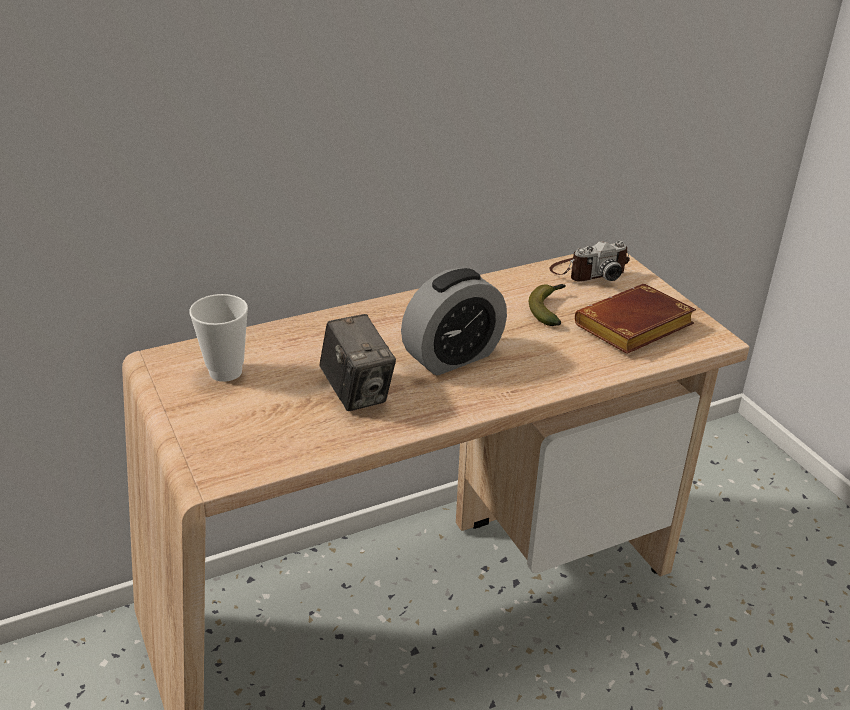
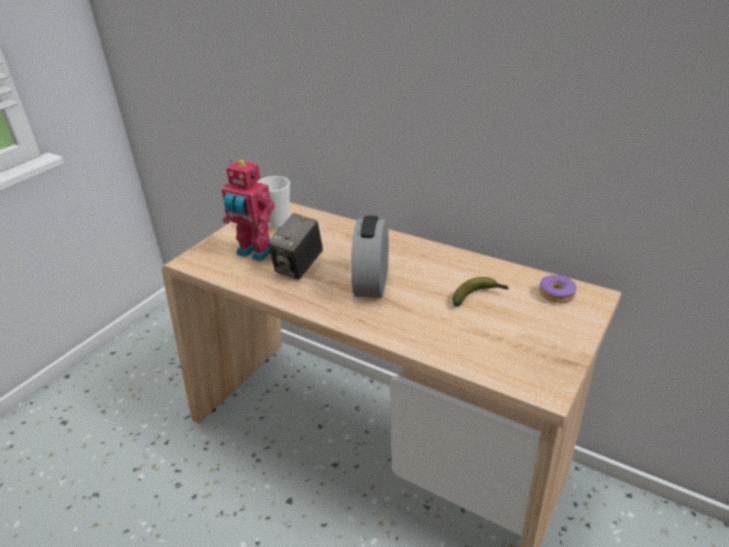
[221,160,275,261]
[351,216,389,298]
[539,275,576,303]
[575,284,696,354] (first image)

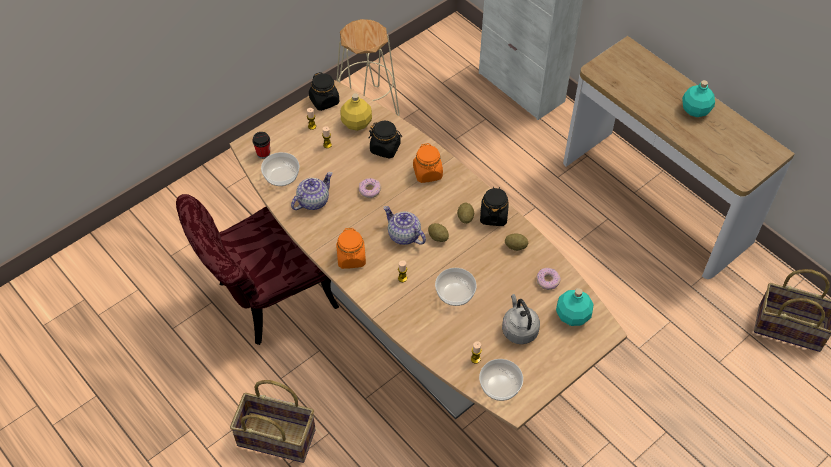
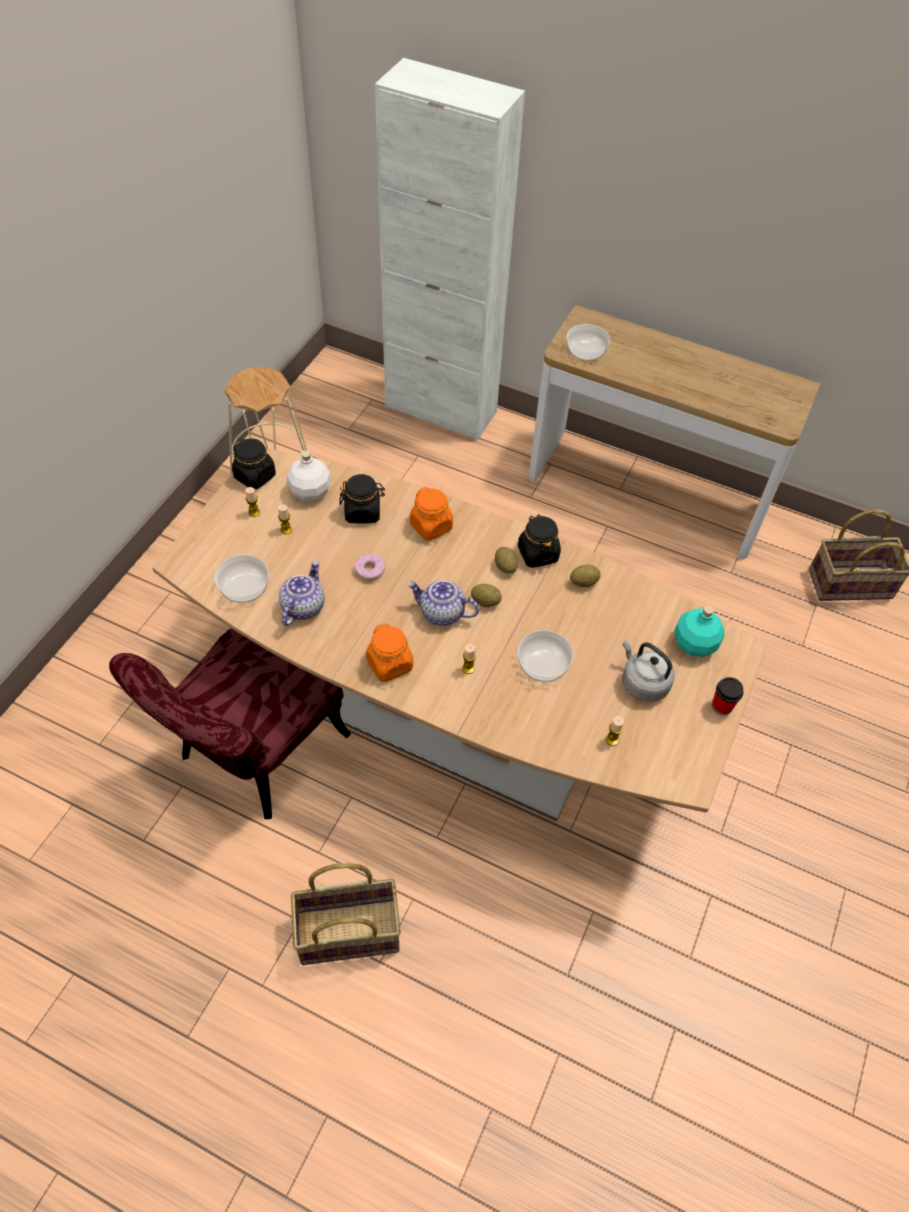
[287,451,331,501]
[566,324,610,361]
[712,677,744,716]
[537,268,561,290] (first image)
[682,80,715,117] (first image)

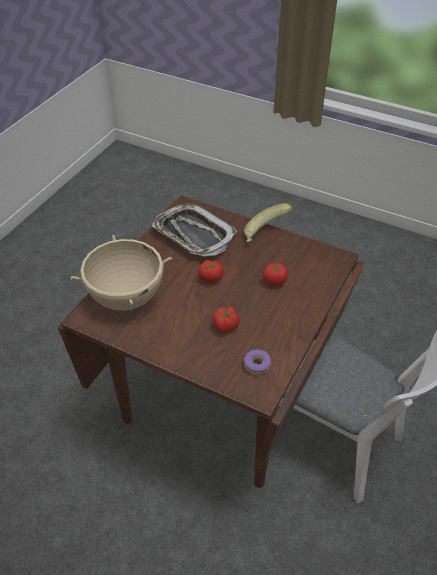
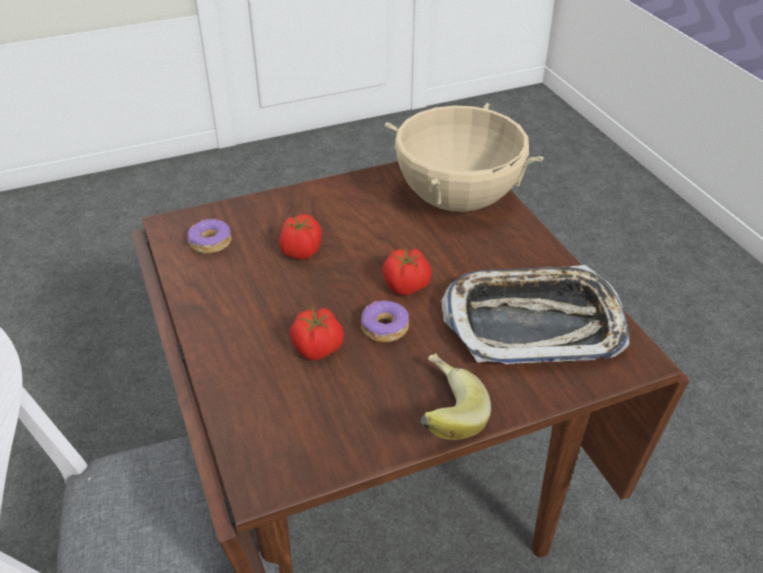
[361,301,409,343]

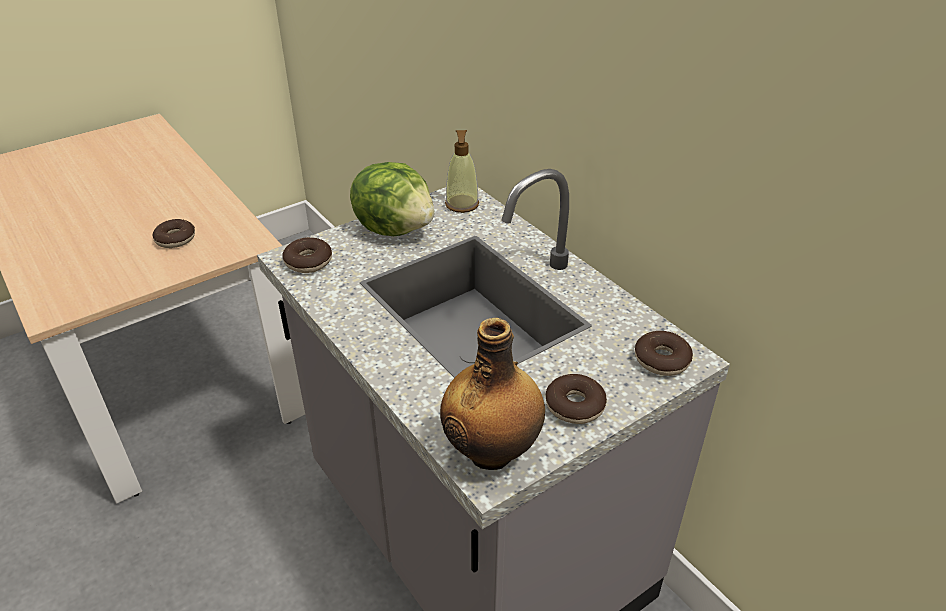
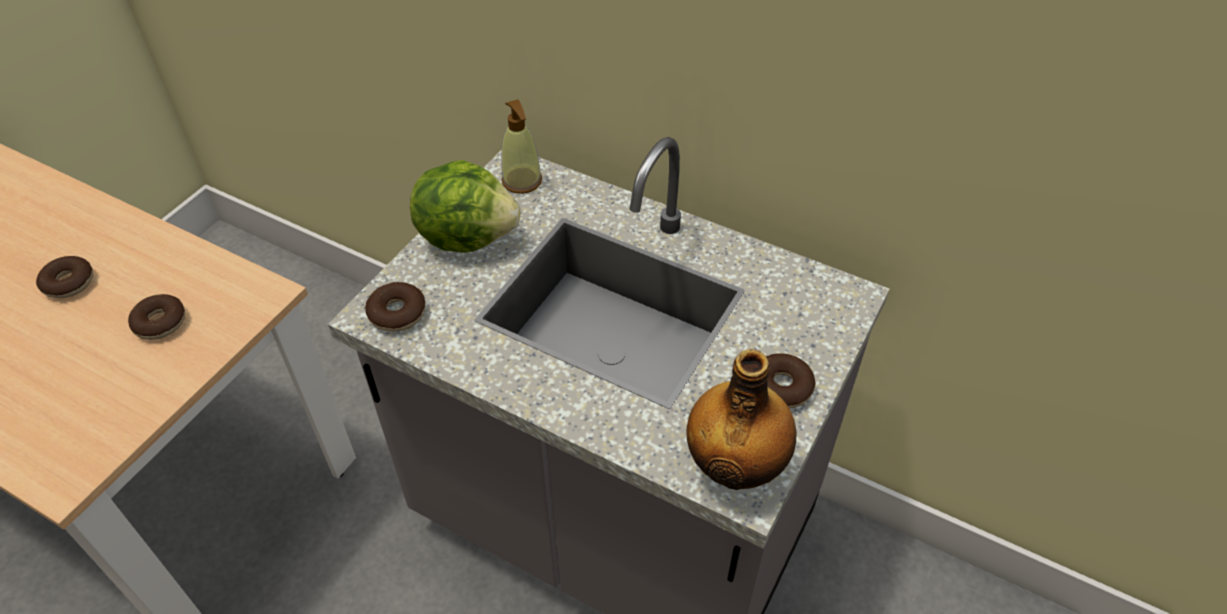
[36,256,93,298]

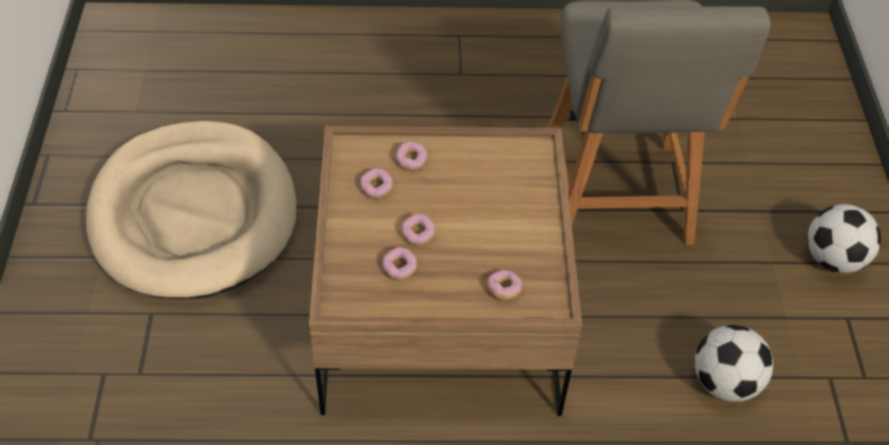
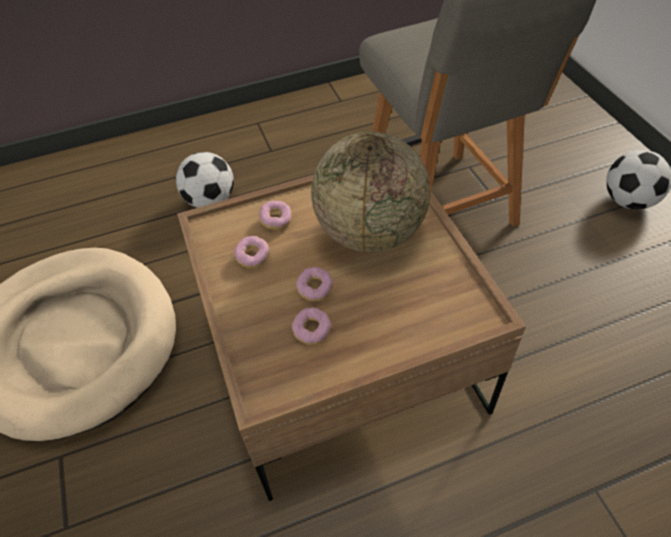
[176,152,234,208]
[311,131,431,252]
[487,270,522,300] (first image)

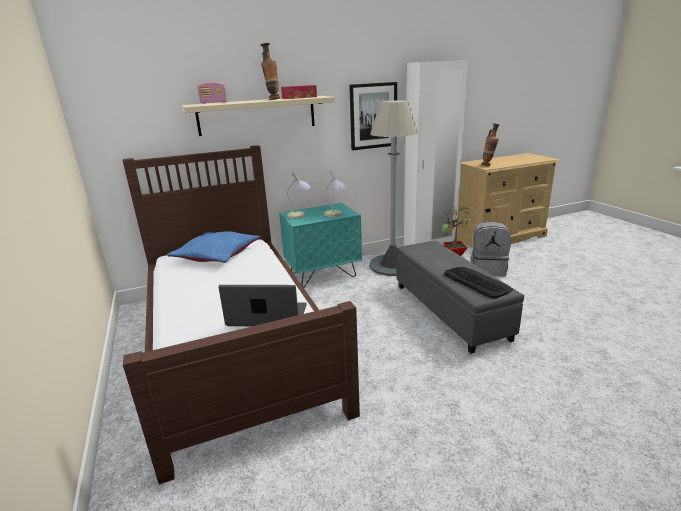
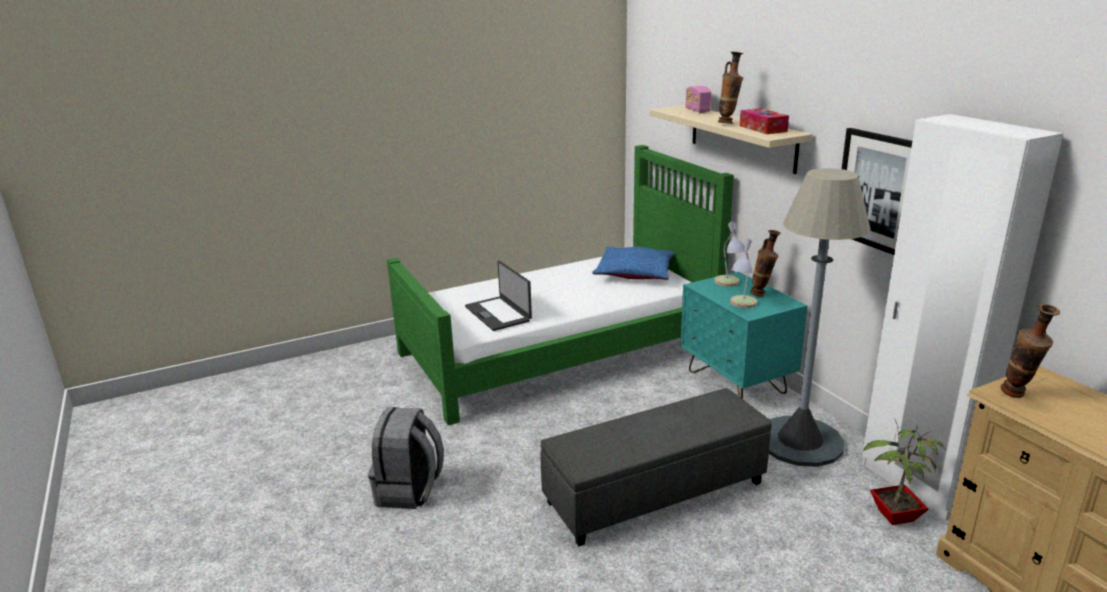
[368,407,444,509]
[387,145,734,425]
[465,261,532,331]
[750,230,781,297]
[444,267,513,299] (first image)

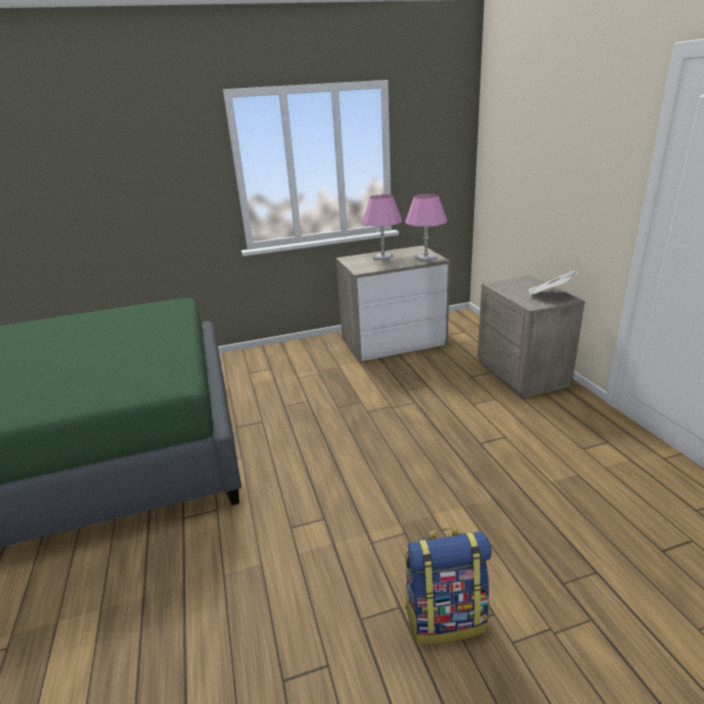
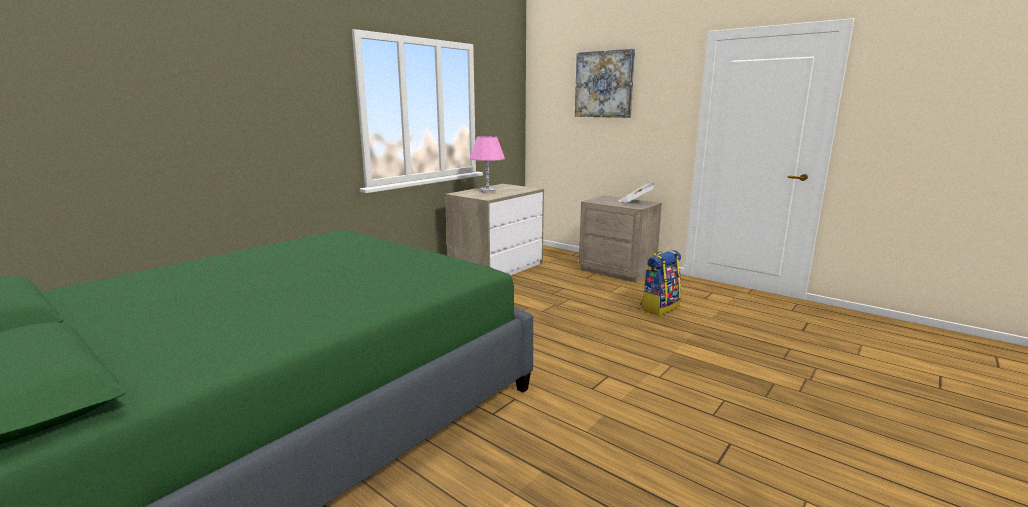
[575,48,635,118]
[640,250,681,316]
[405,194,447,262] (first image)

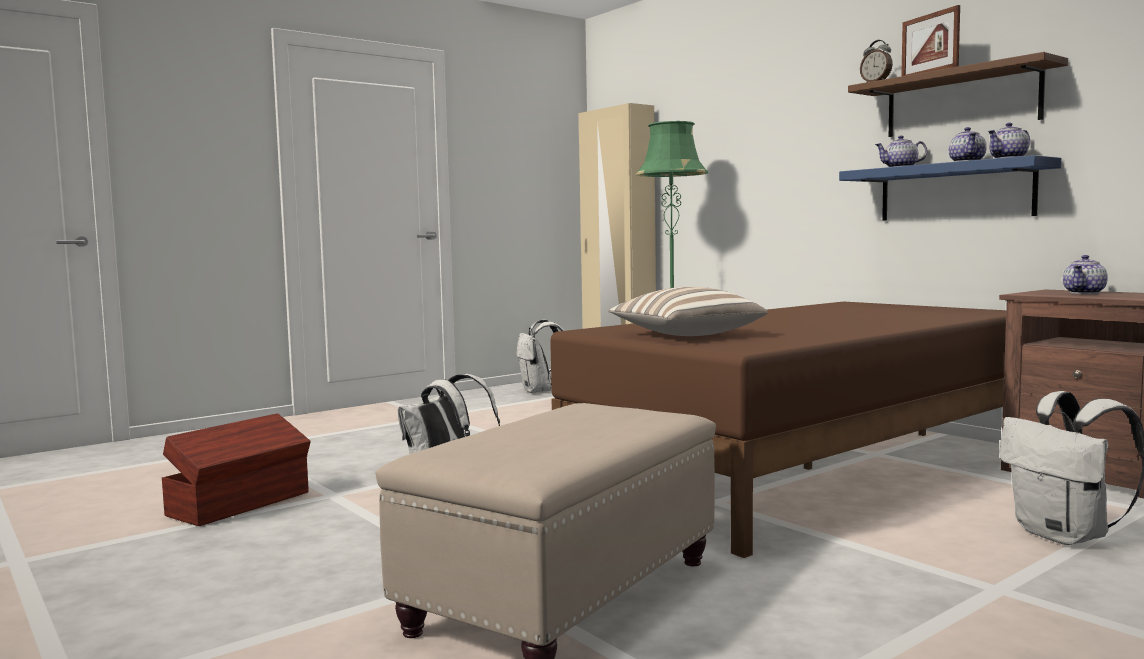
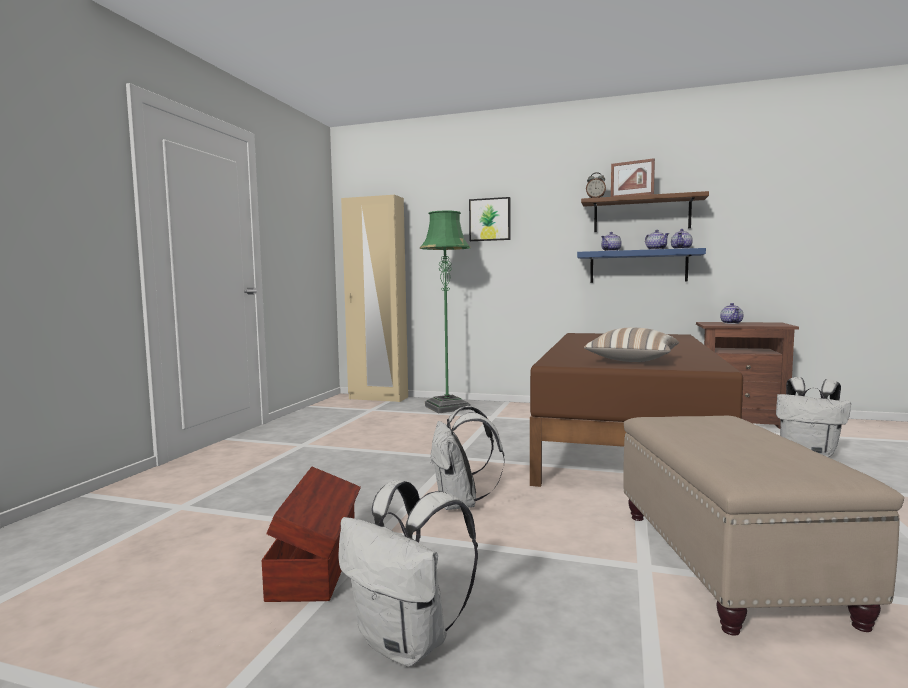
[338,480,478,667]
[469,197,511,241]

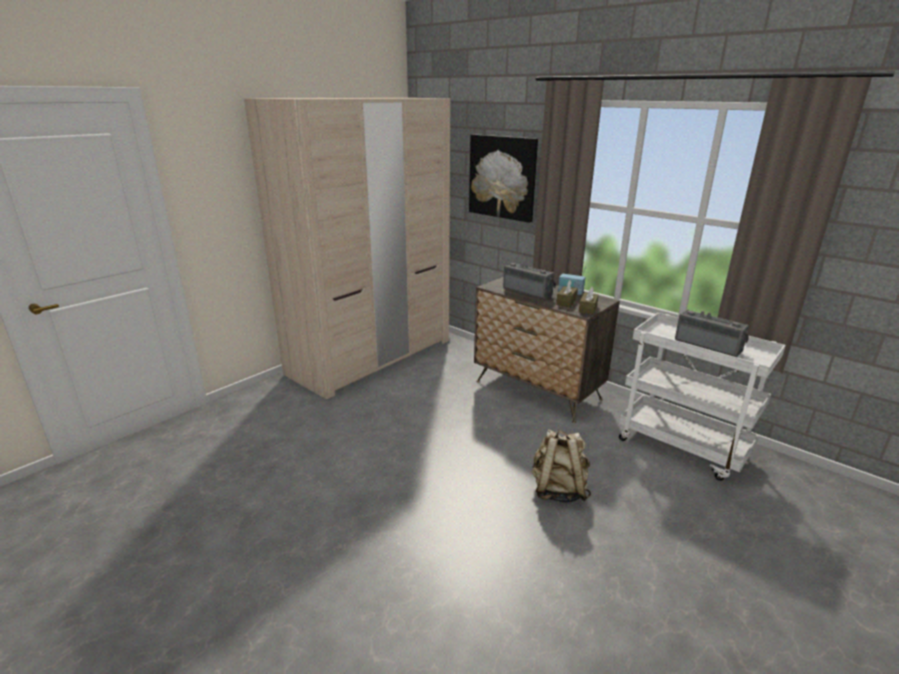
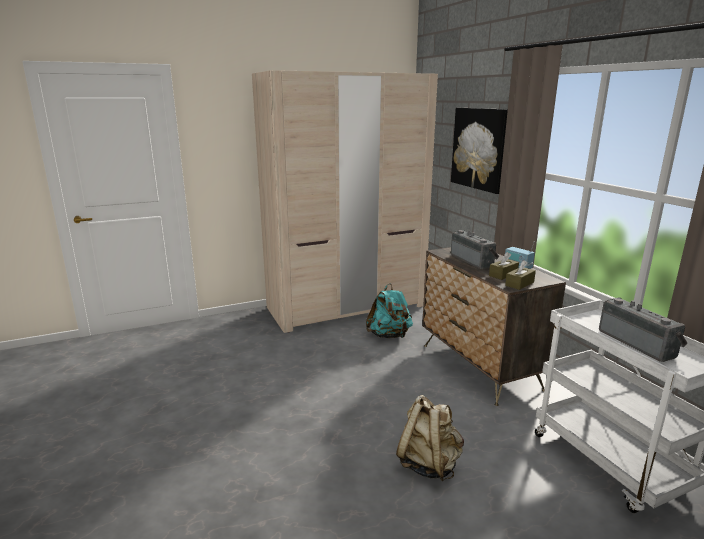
[366,284,413,338]

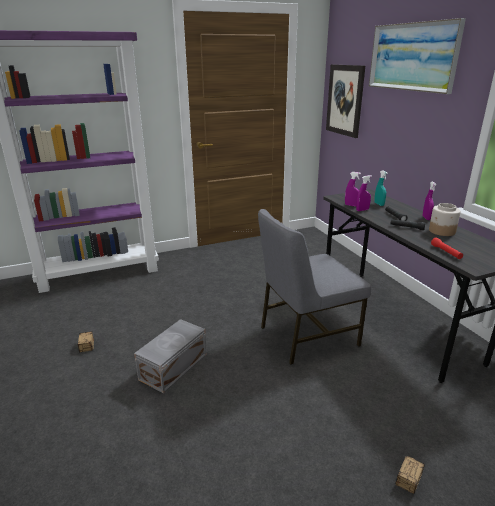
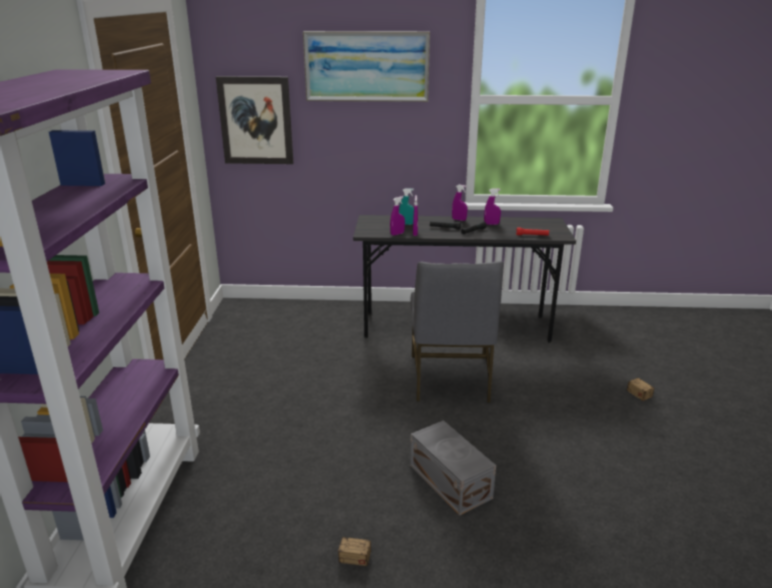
[484,189,501,225]

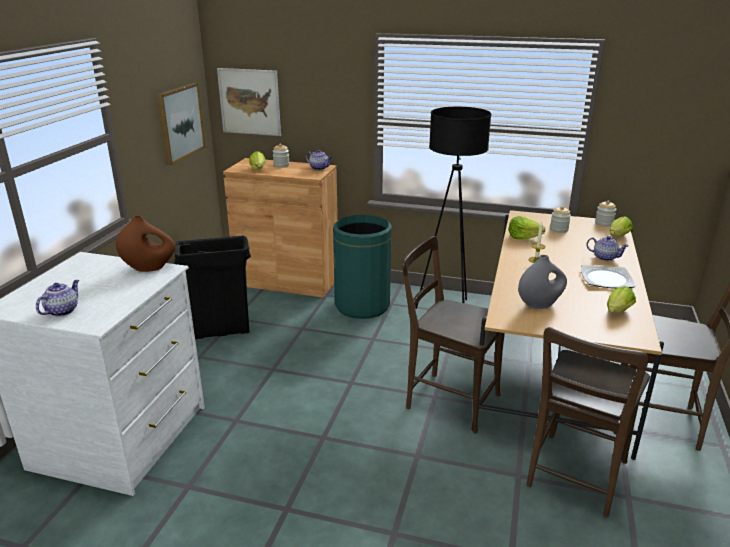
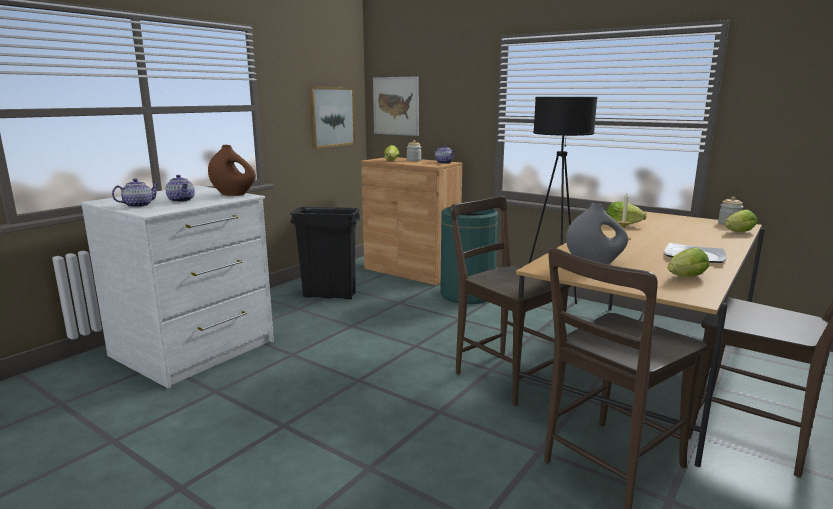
[165,175,195,202]
[550,206,571,233] (first image)

